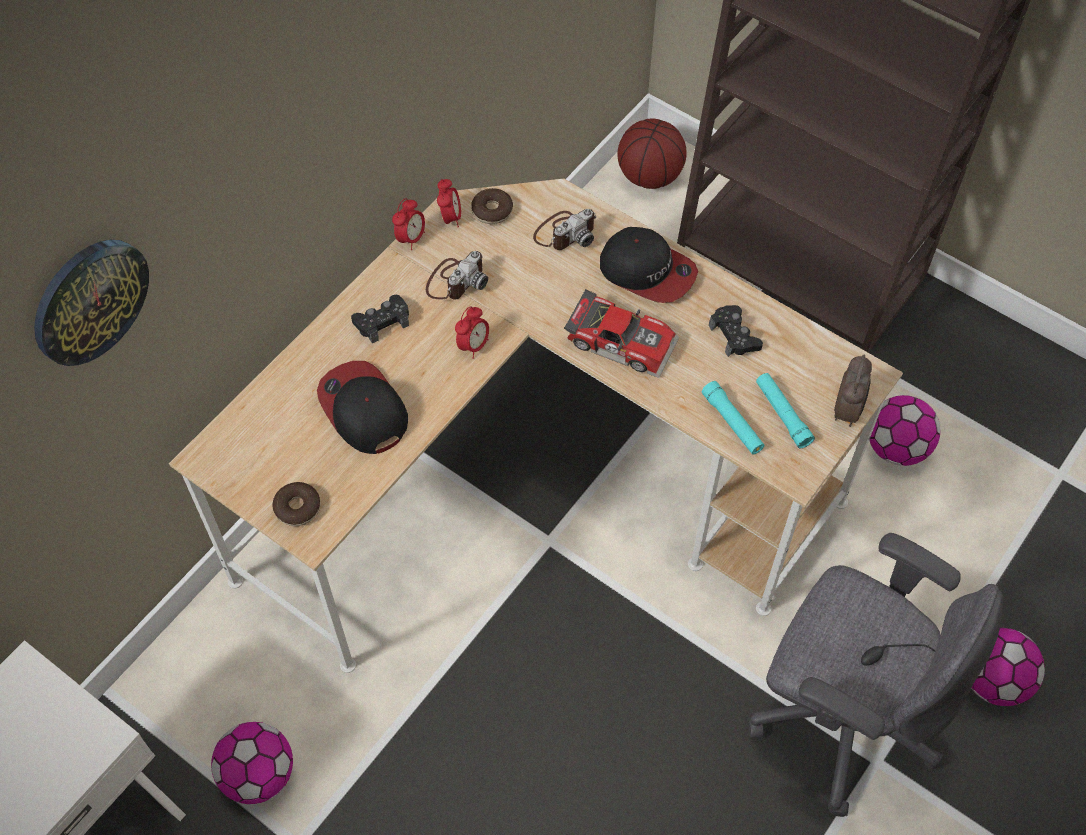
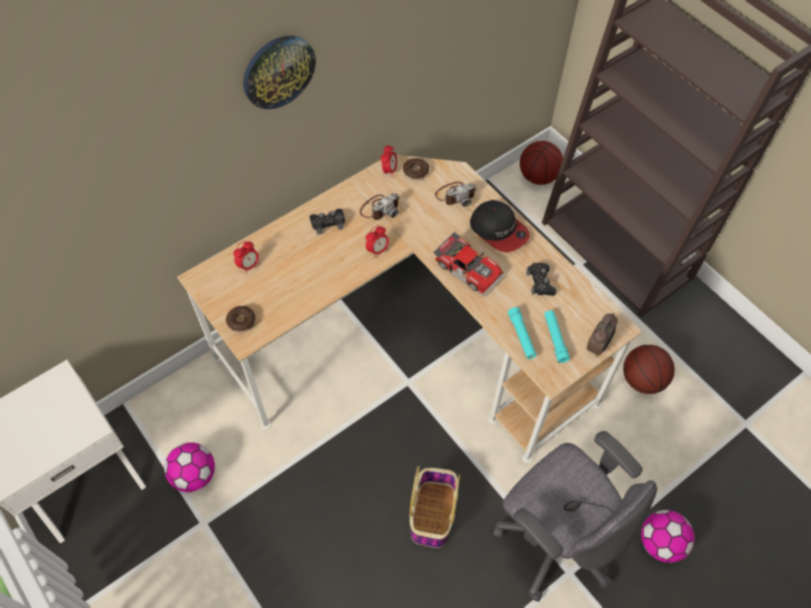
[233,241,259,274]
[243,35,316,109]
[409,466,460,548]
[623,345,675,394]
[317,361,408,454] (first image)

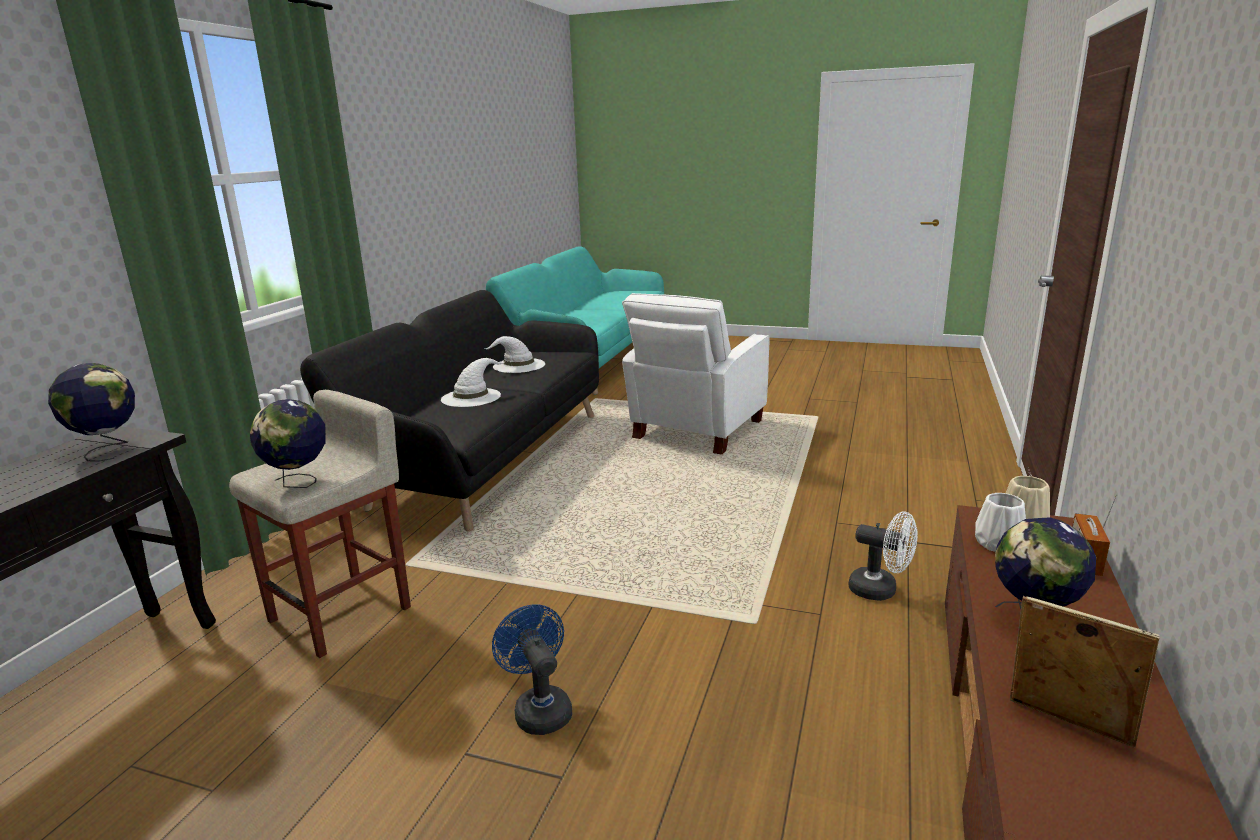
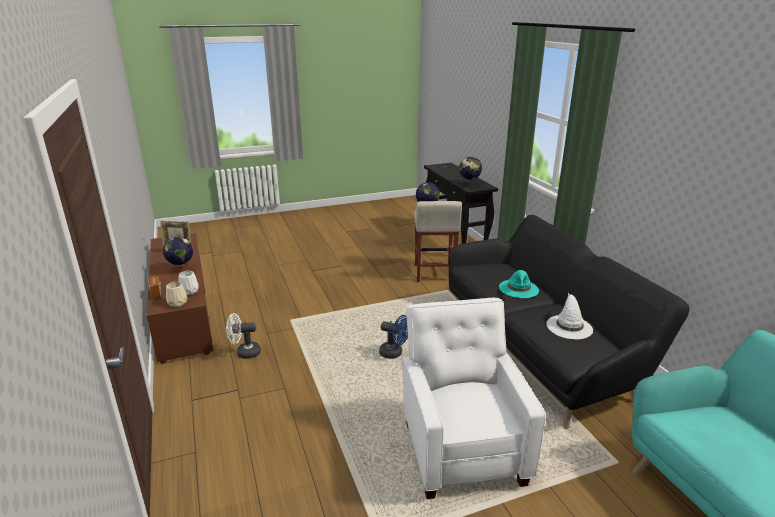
[379,315,408,359]
[499,270,539,298]

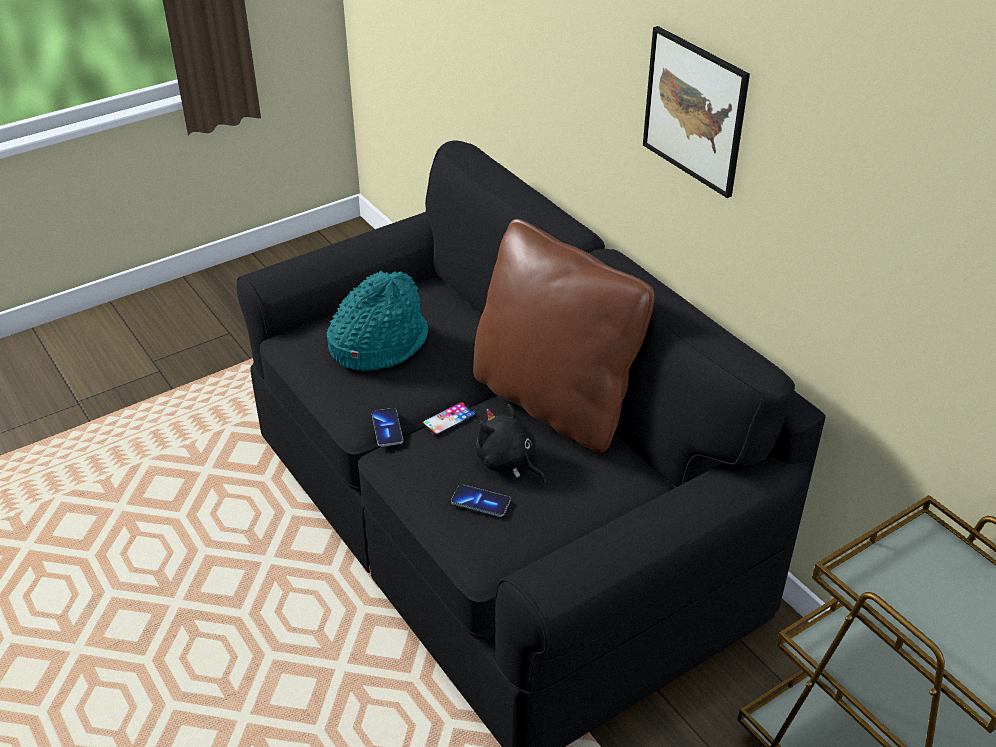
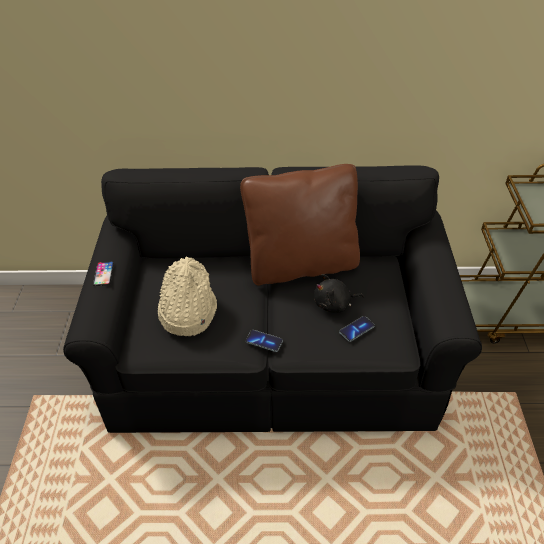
[93,261,114,286]
[158,257,217,336]
[643,26,750,198] (first image)

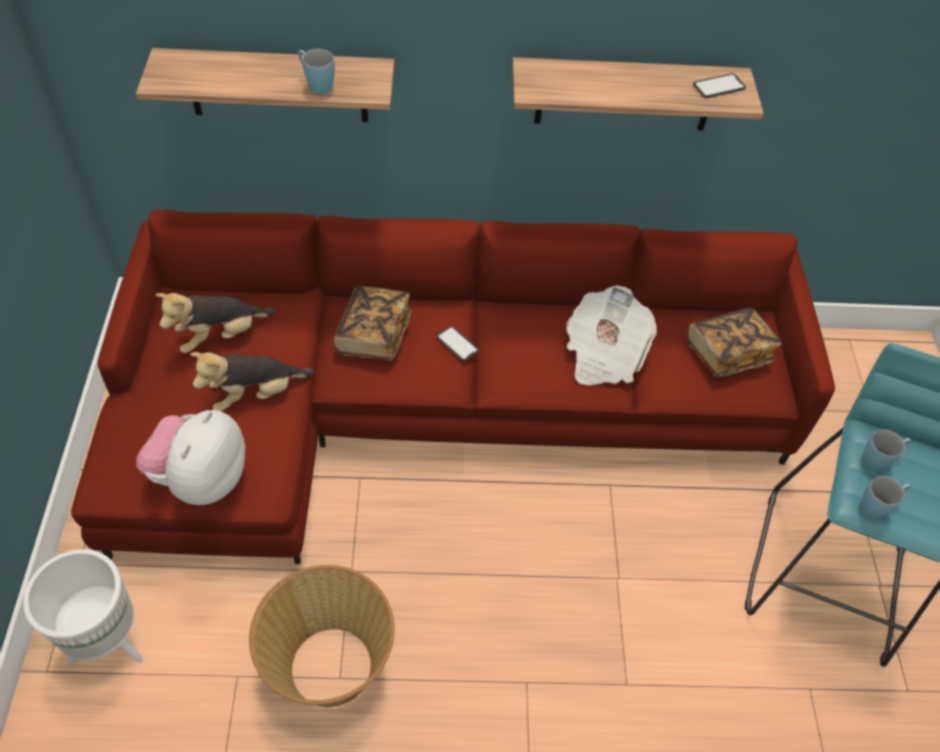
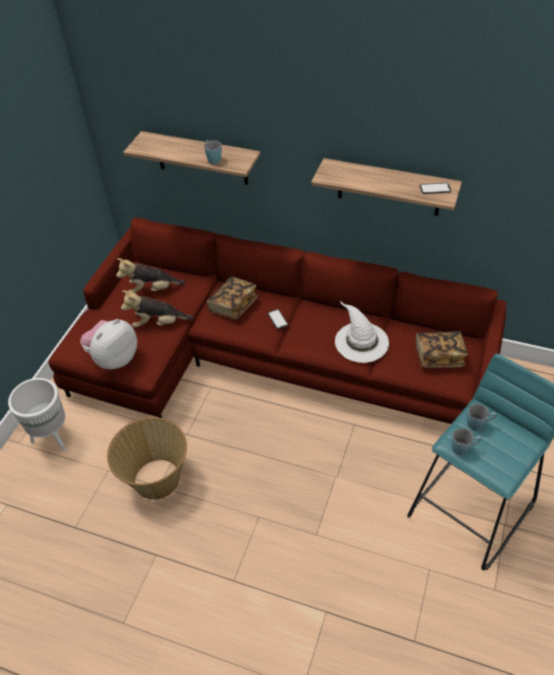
[335,301,389,363]

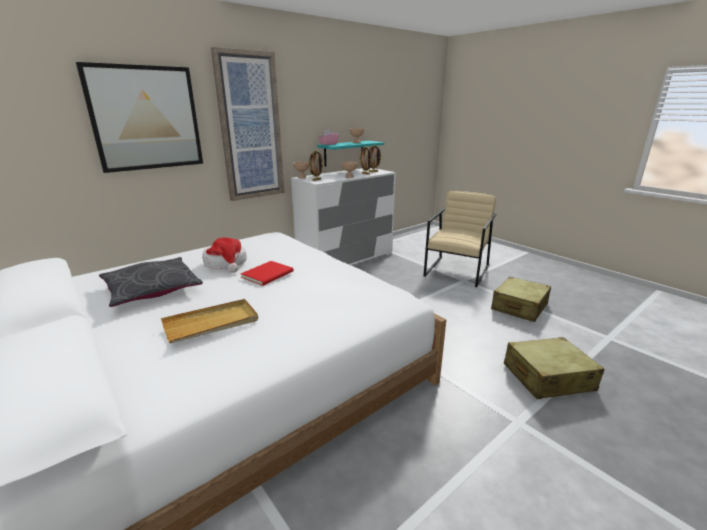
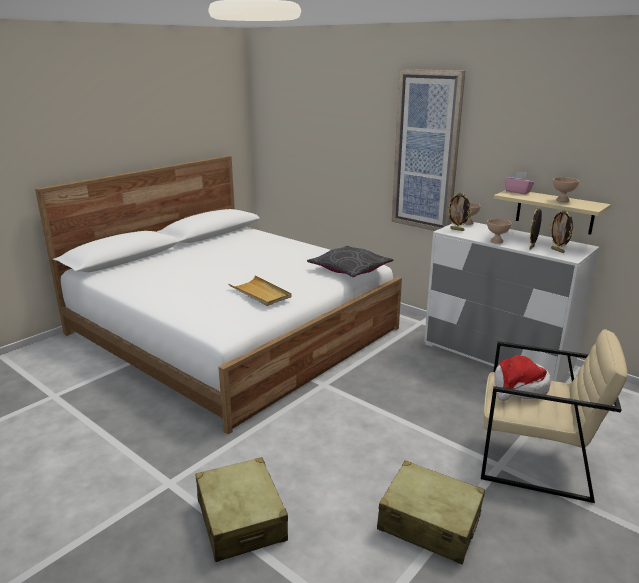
[228,275,292,306]
[307,246,393,277]
[494,190,611,235]
[494,356,551,401]
[76,62,203,173] (first image)
[241,261,294,286] (first image)

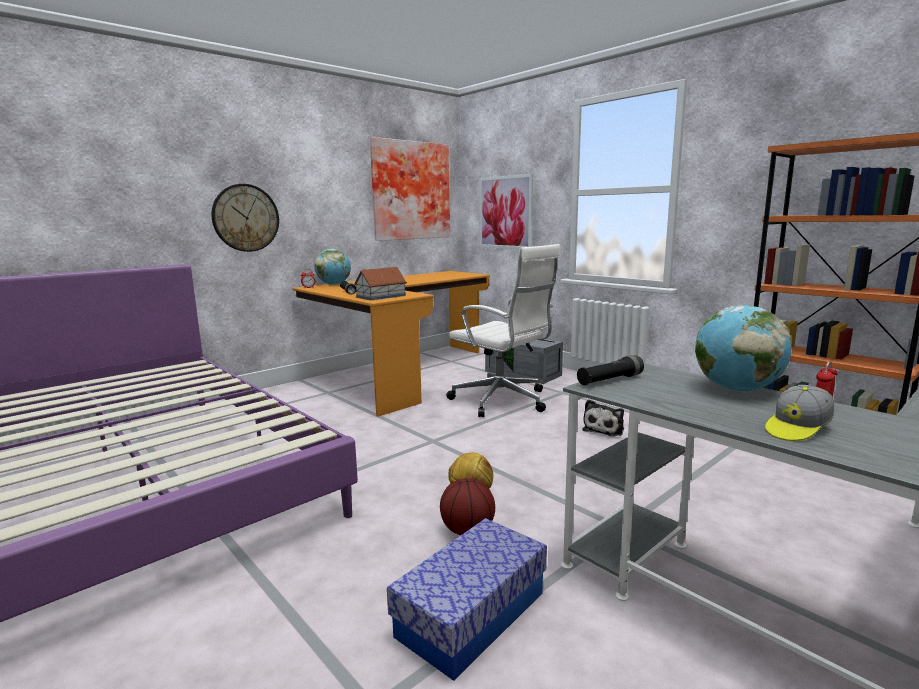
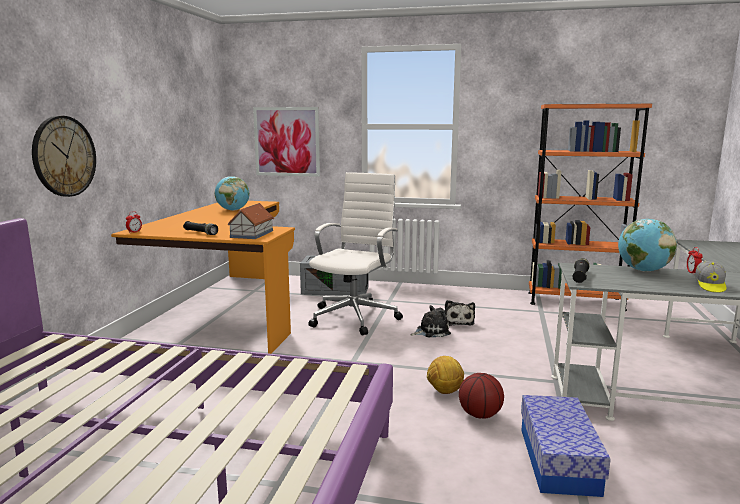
[215,176,249,211]
[308,172,403,336]
[411,305,451,337]
[370,137,450,241] (first image)

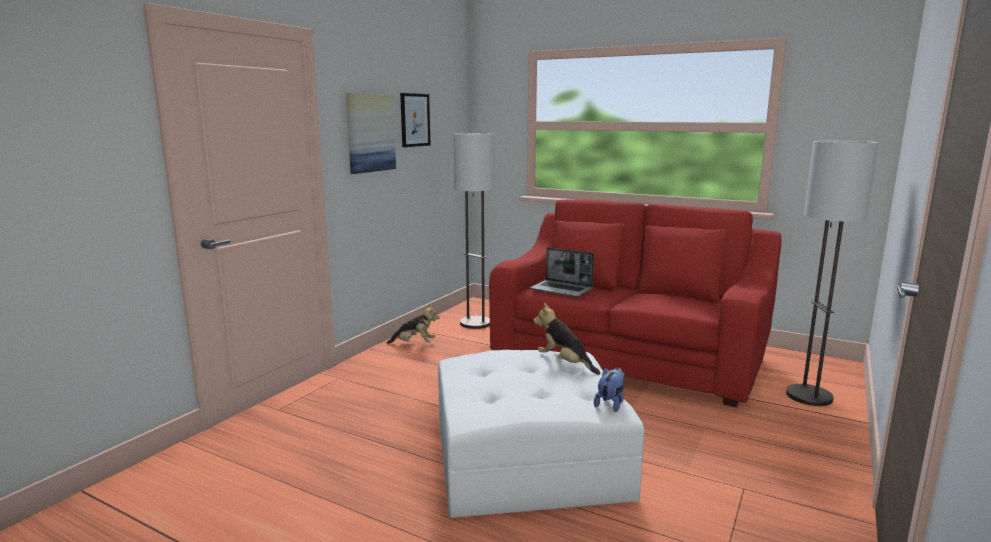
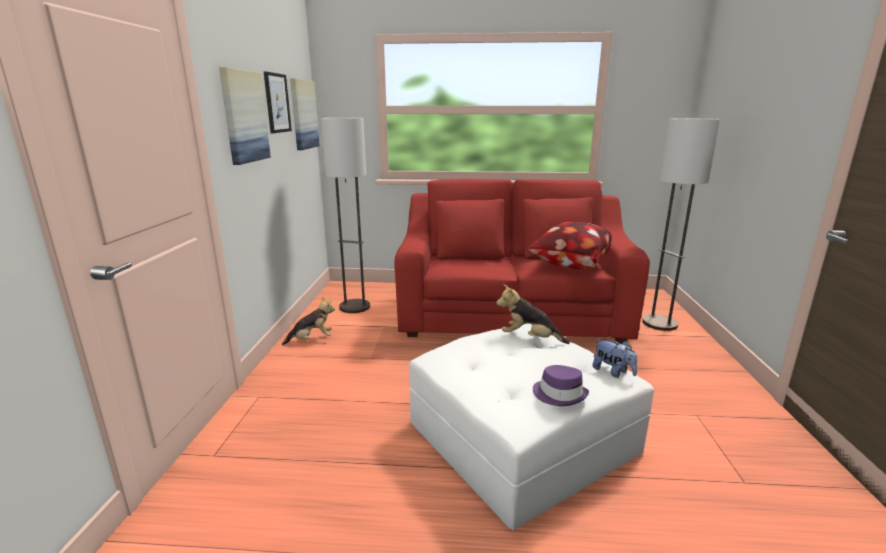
[290,78,320,150]
[527,222,612,269]
[533,365,589,406]
[593,339,638,378]
[530,247,594,297] (first image)

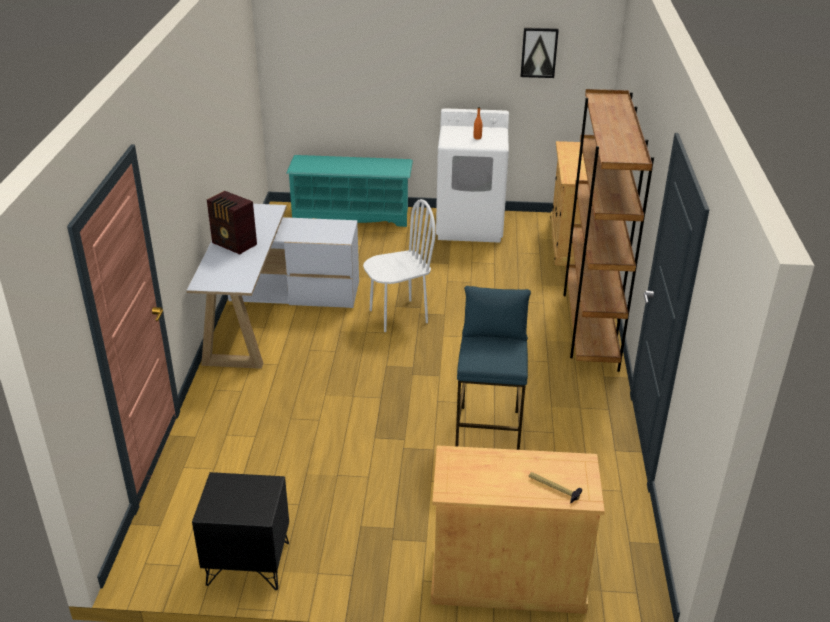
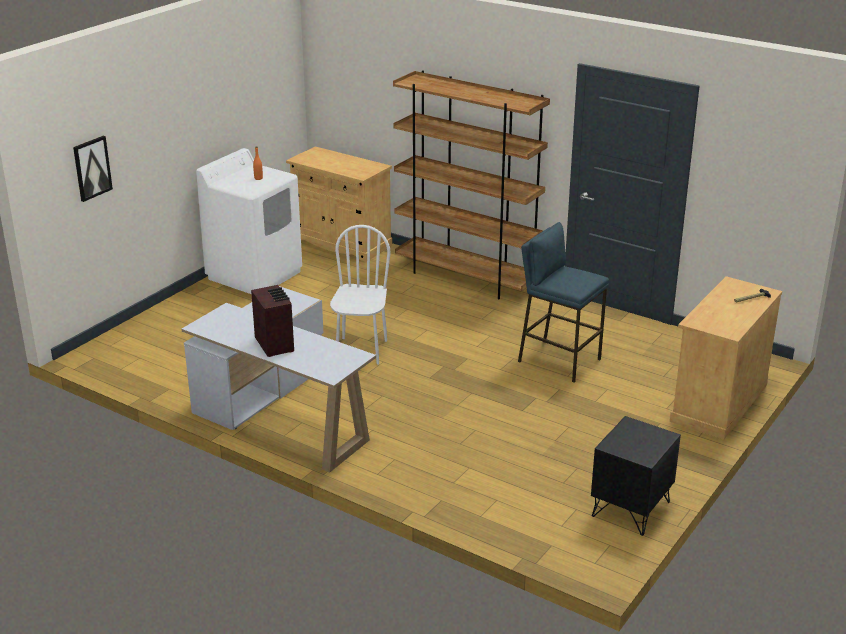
[73,136,113,202]
[251,285,294,357]
[286,155,413,227] (first image)

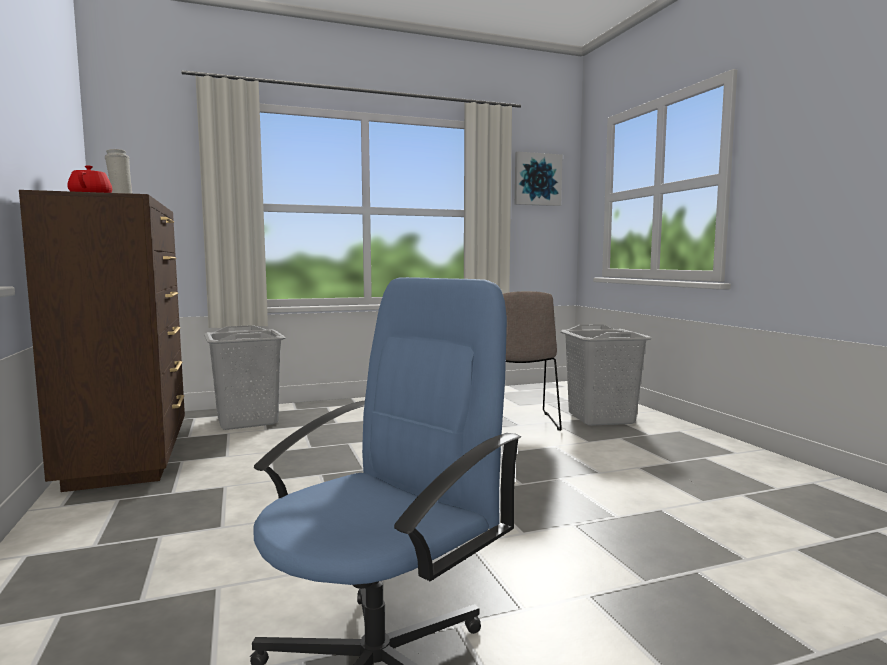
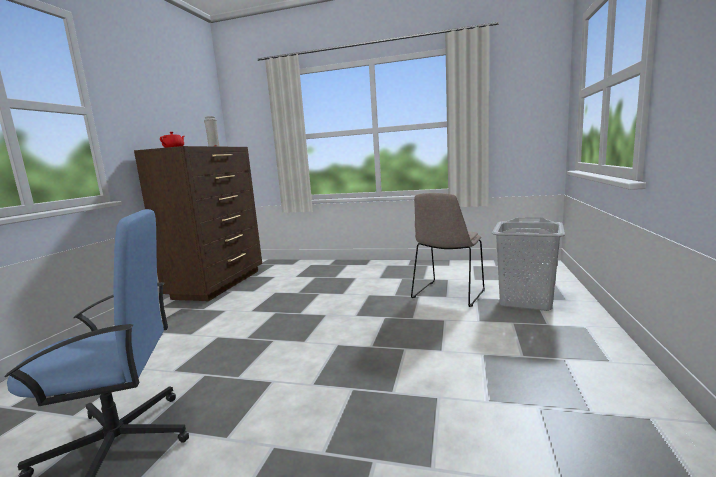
[204,325,286,430] (first image)
[515,151,562,206] (first image)

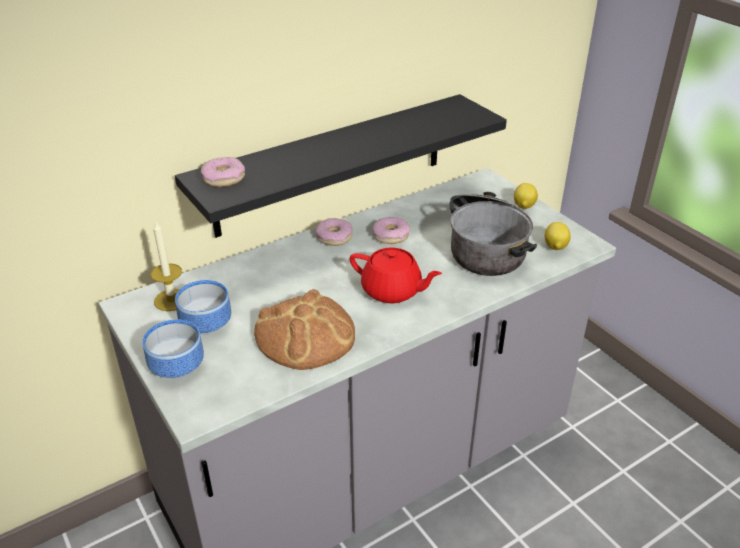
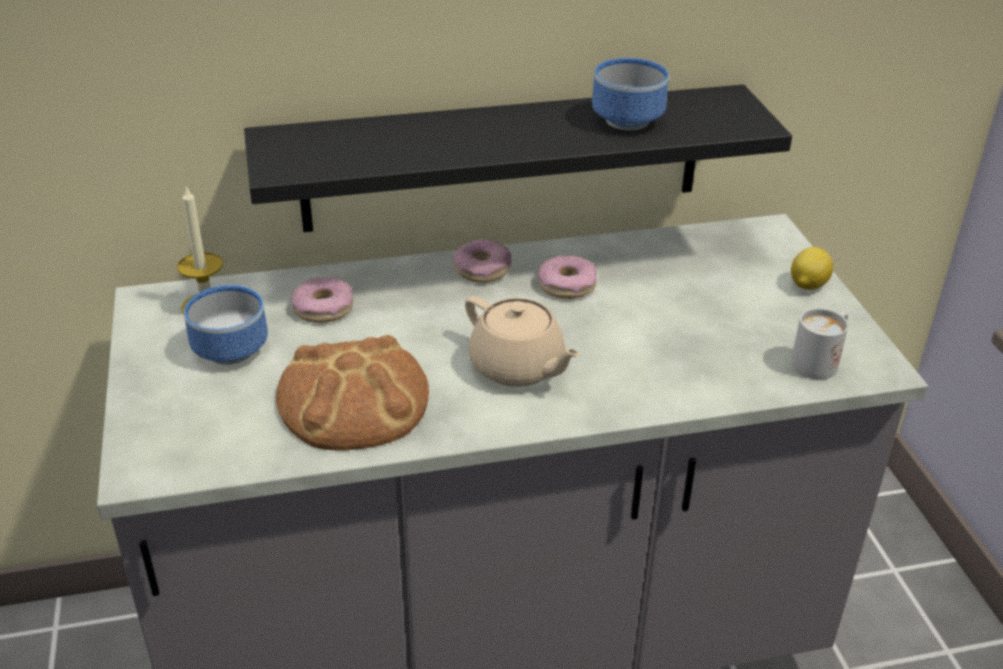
[291,277,353,323]
[465,296,581,387]
[592,58,669,131]
[791,308,848,379]
[450,192,537,276] (first image)

